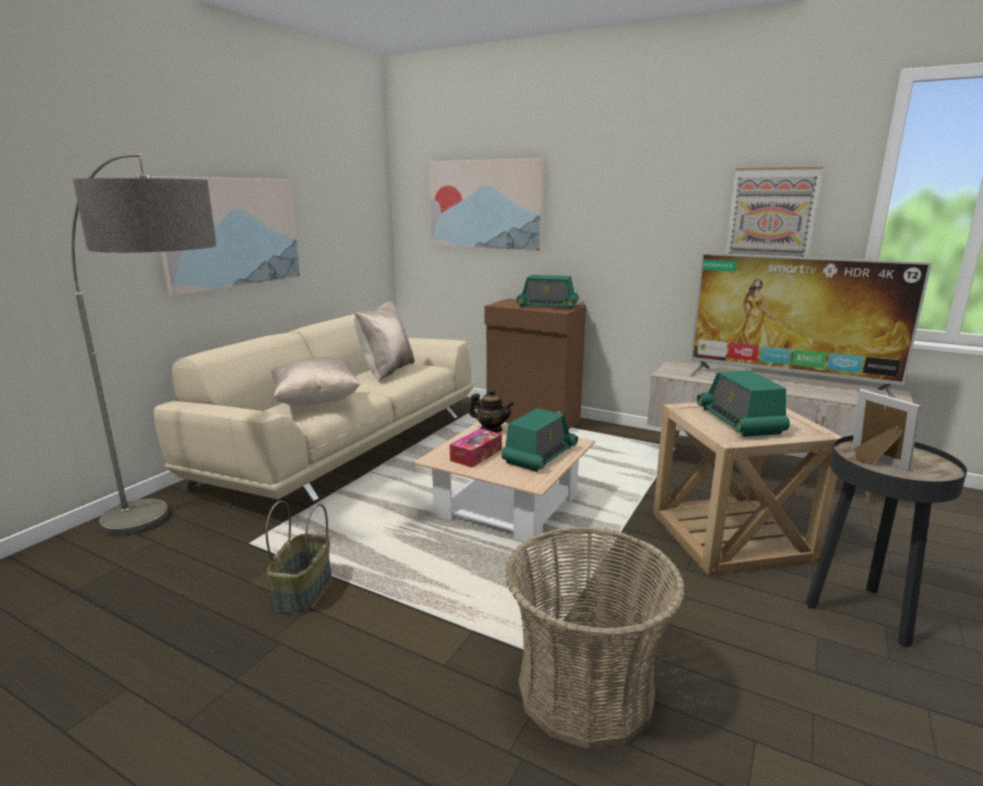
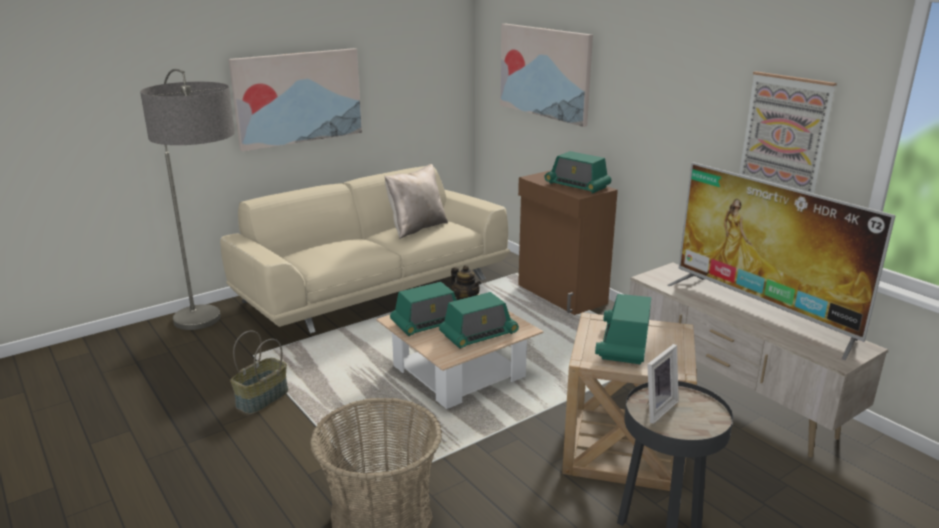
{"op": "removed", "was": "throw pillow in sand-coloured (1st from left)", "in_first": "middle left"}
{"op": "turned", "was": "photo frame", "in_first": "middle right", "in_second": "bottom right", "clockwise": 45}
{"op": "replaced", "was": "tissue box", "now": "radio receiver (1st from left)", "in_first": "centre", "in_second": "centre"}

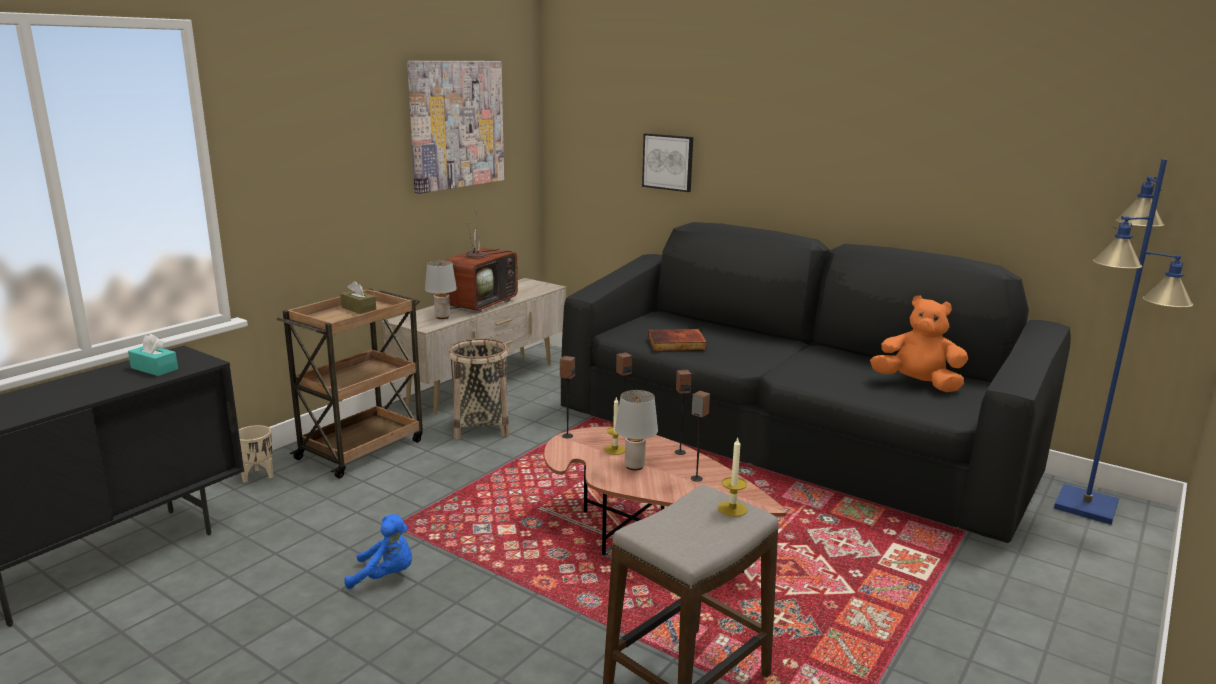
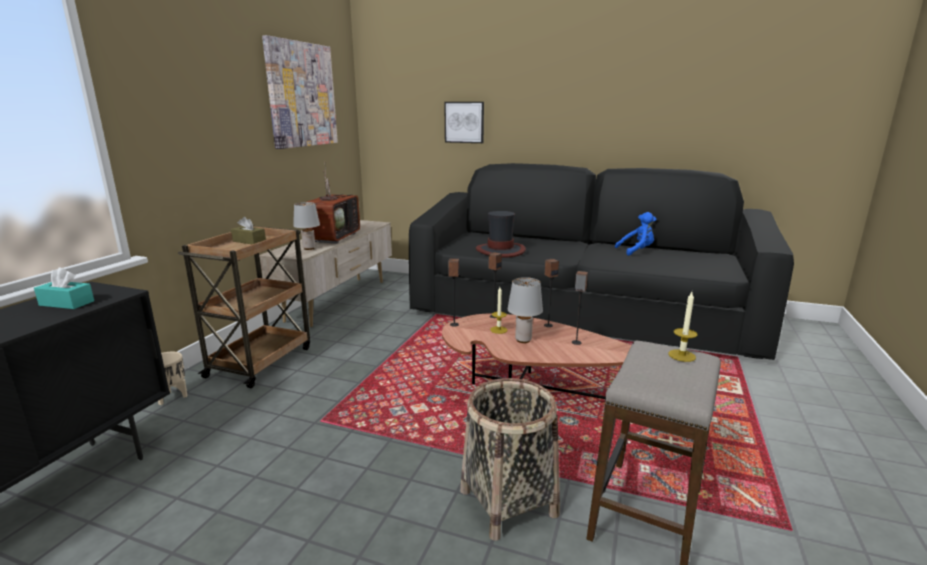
{"op": "removed", "was": "standing lamp in blue", "in_first": "middle right"}
{"op": "removed", "was": "plush toy in orange-coloured", "in_first": "middle right"}
{"op": "replaced", "was": "volume", "now": "wearable hat", "in_first": "centre", "in_second": "centre"}
{"op": "moved", "was": "basket", "in_first": "centre", "in_second": "bottom centre"}
{"op": "moved", "was": "plush toy in blue", "in_first": "bottom left", "in_second": "middle right"}

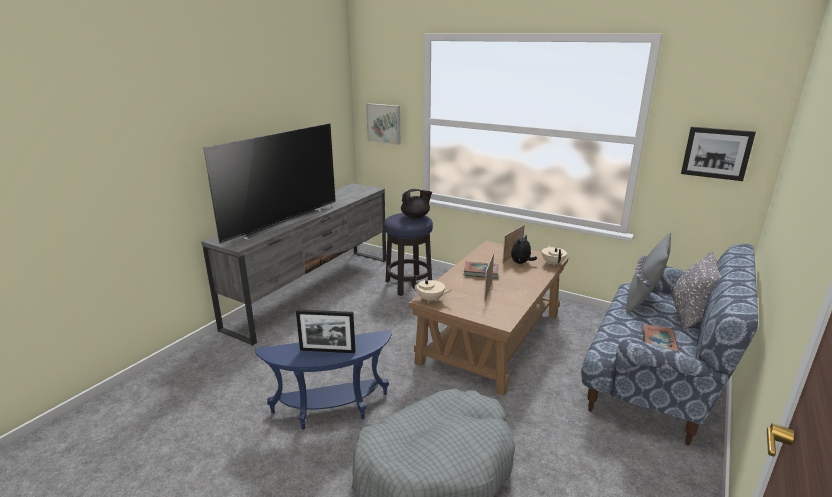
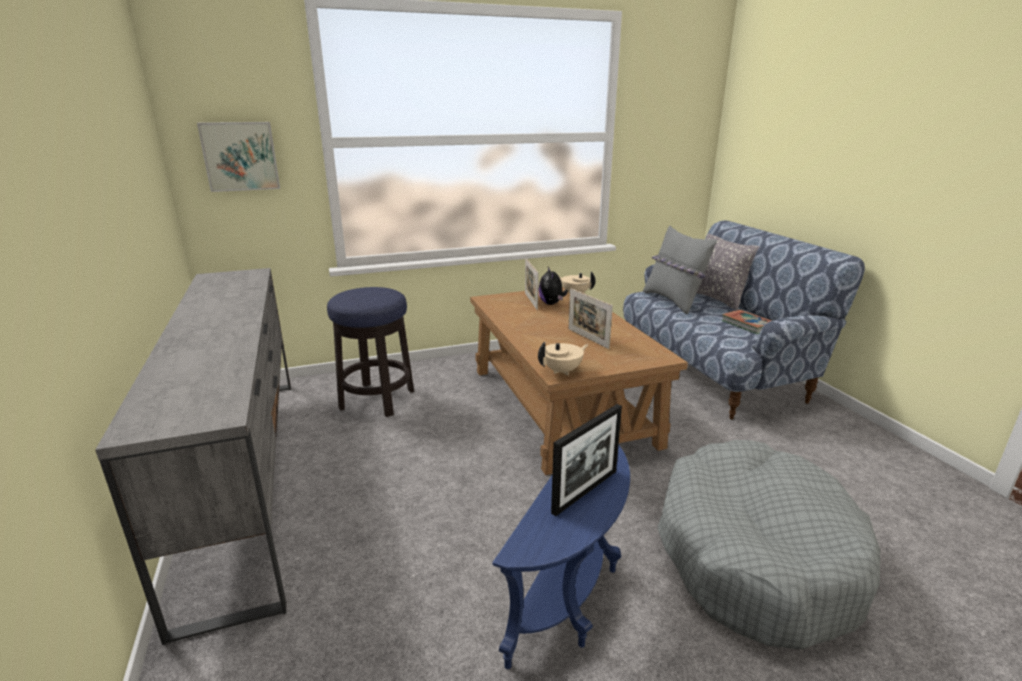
{"op": "removed", "was": "TV set", "in_first": "middle left"}
{"op": "removed", "was": "picture (2nd from left)", "in_first": "top right"}
{"op": "removed", "was": "teapot in blackish", "in_first": "centre"}
{"op": "removed", "was": "volume (1st from left)", "in_first": "centre"}

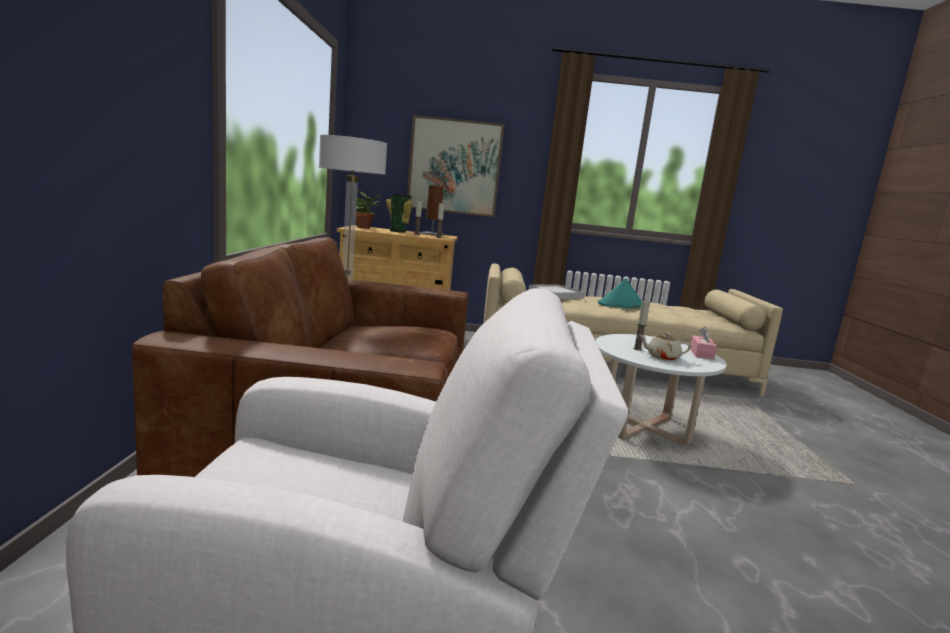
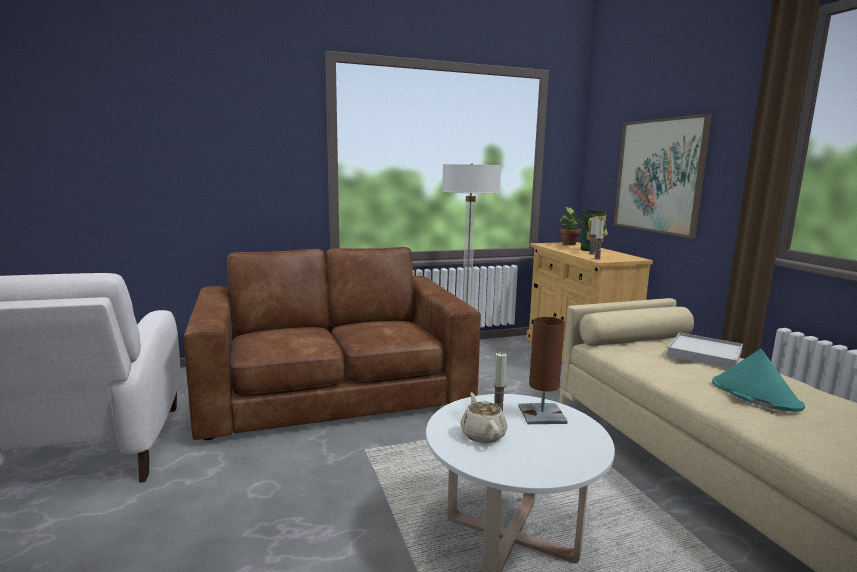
{"op": "moved", "was": "tabletop lamp in brownish", "in_first": "top centre", "in_second": "centre"}
{"op": "removed", "was": "tissue box in pink-coloured", "in_first": "middle right"}

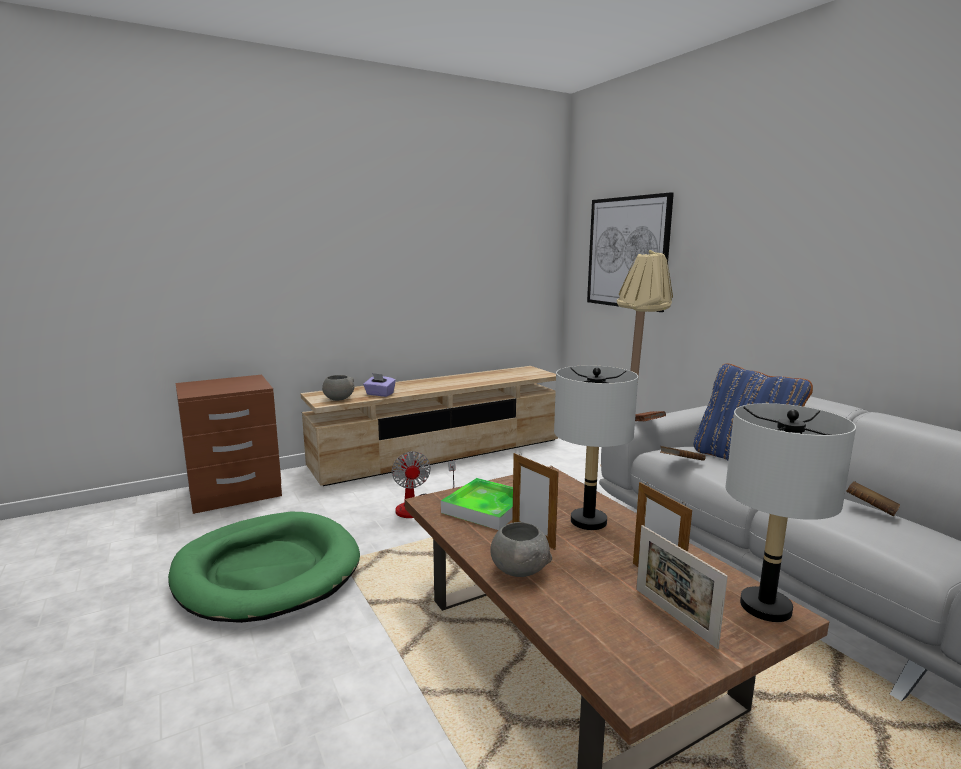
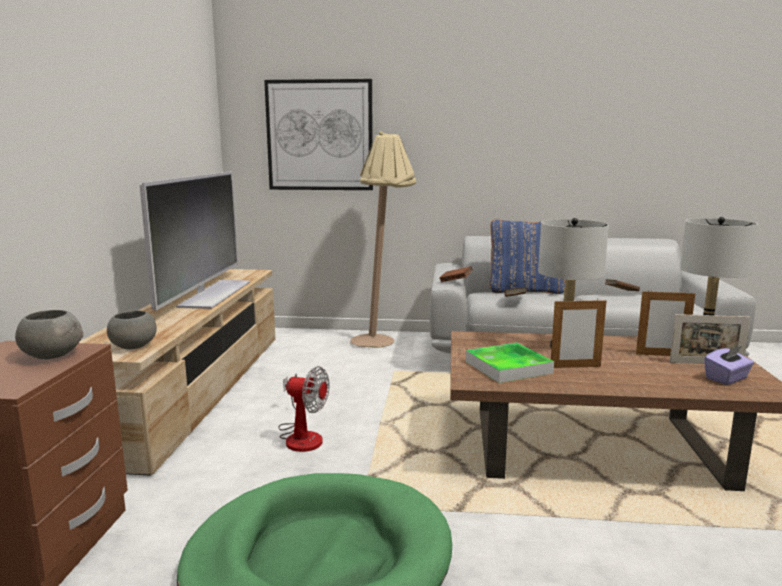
{"op": "moved", "was": "tissue box in purplish", "in_first": "centre", "in_second": "middle right"}
{"op": "moved", "was": "bowl in greyish (2nd from left in the first image)", "now": "bowl in greyish (1st from left)", "in_first": "bottom centre", "in_second": "middle left"}
{"op": "added", "now": "TV set", "in_second": "middle left"}

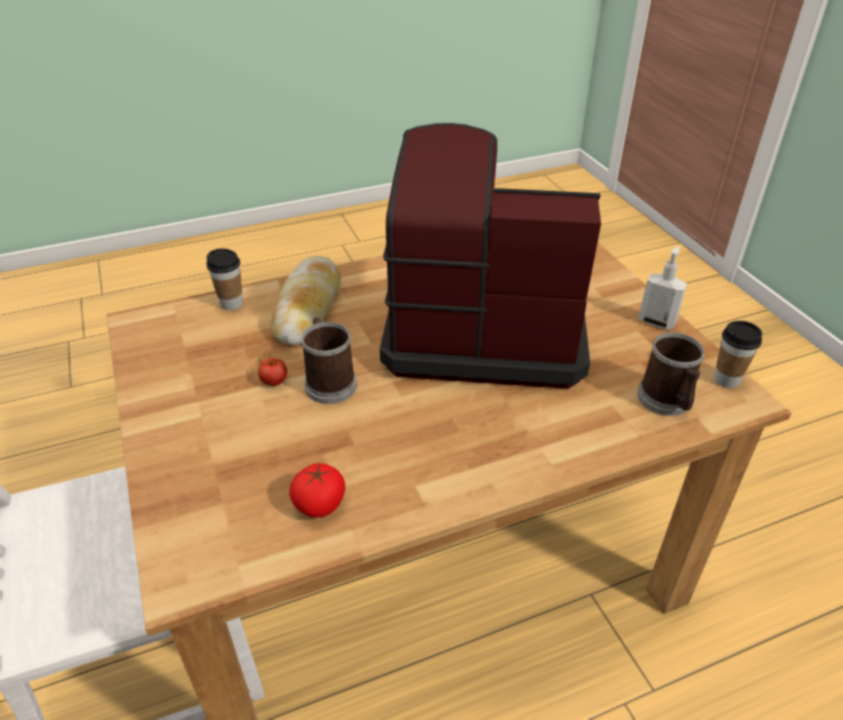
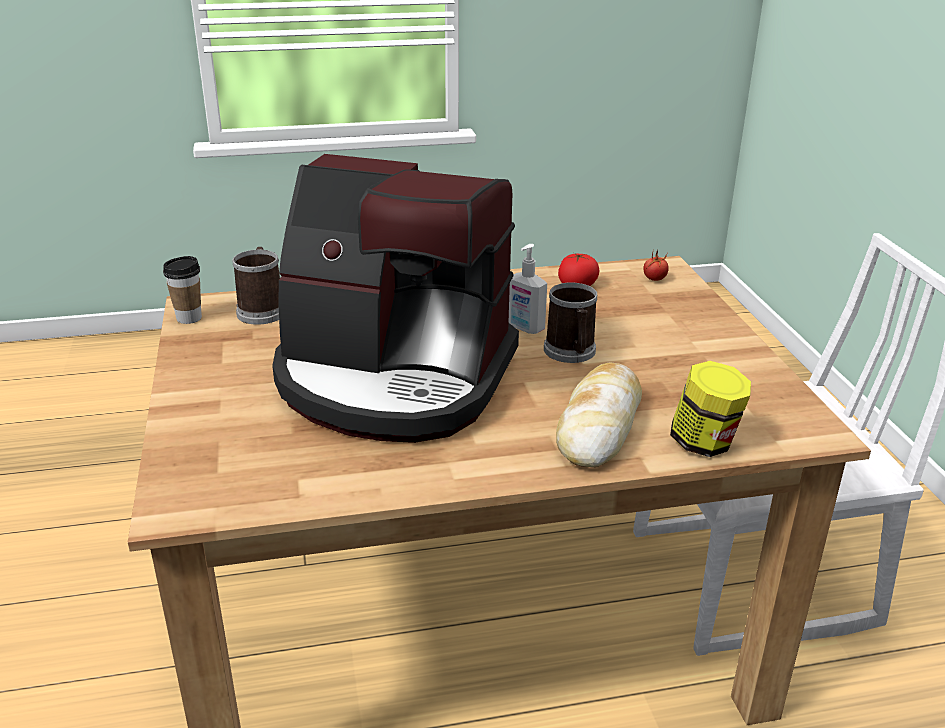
{"op": "moved", "was": "liquid soap bottle", "in_first": "middle right", "in_second": "centre"}
{"op": "replaced", "was": "drinking cup (1st from left)", "now": "jar", "in_first": "middle left", "in_second": "middle right"}
{"op": "moved", "was": "fresh tomato (1st from left in the first image)", "now": "fresh tomato (2nd from left)", "in_first": "middle left", "in_second": "middle right"}

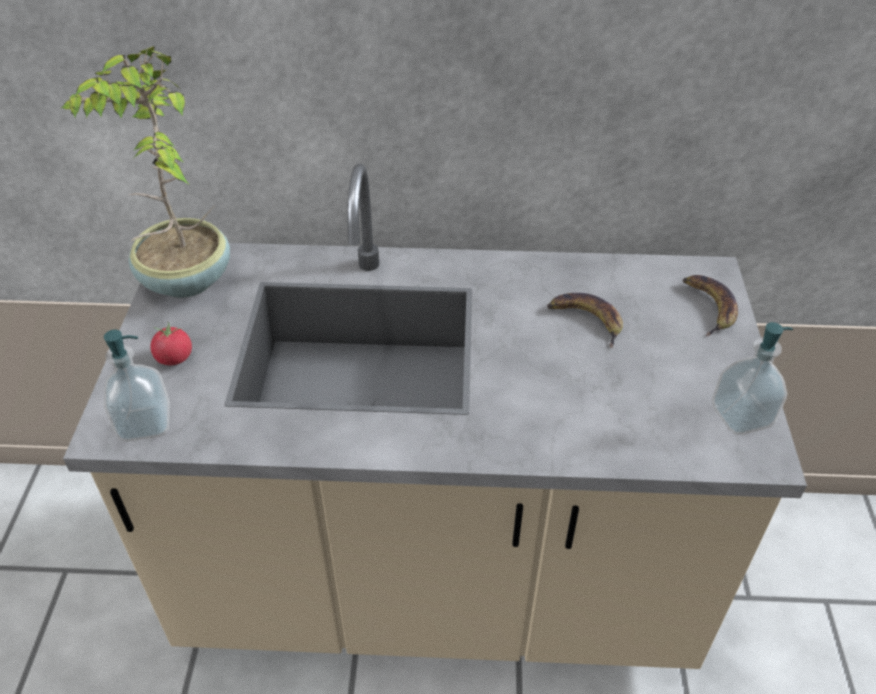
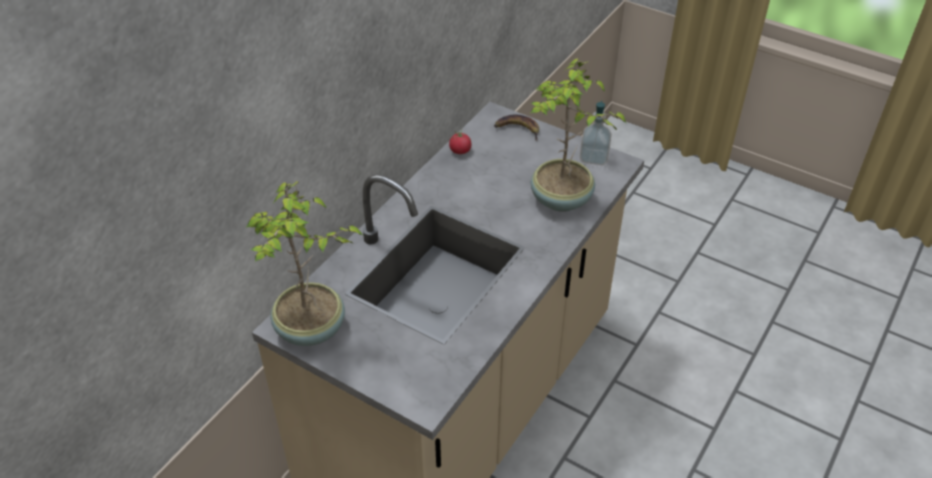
{"op": "removed", "was": "banana (1st from left)", "in_first": "middle right"}
{"op": "moved", "was": "fresh tomato", "in_first": "middle left", "in_second": "top centre"}
{"op": "removed", "was": "liquid soap bottle (1st from left)", "in_first": "middle left"}
{"op": "added", "now": "plant in a pot (2nd from left)", "in_second": "top centre"}

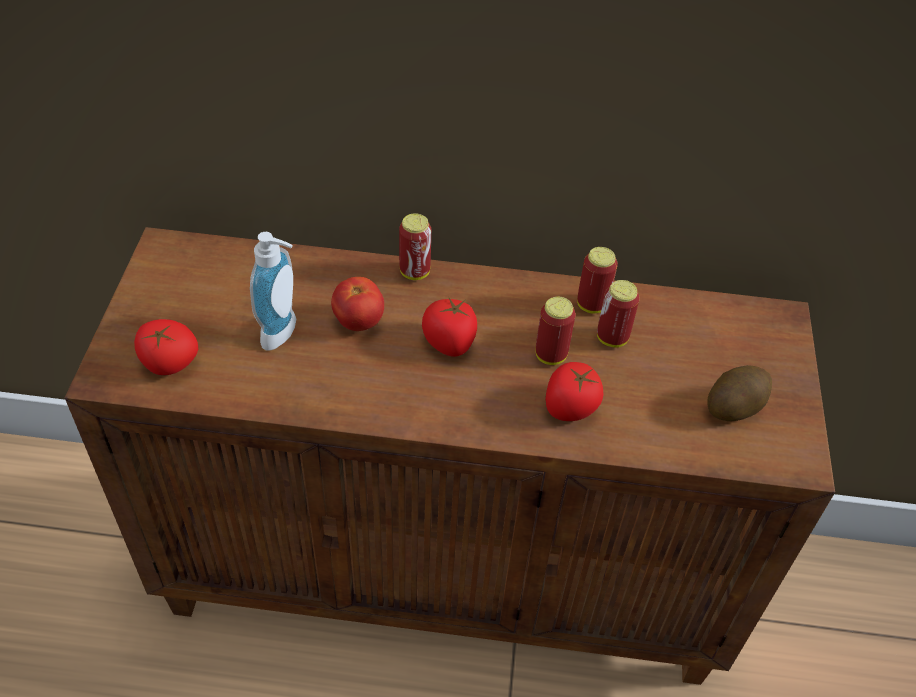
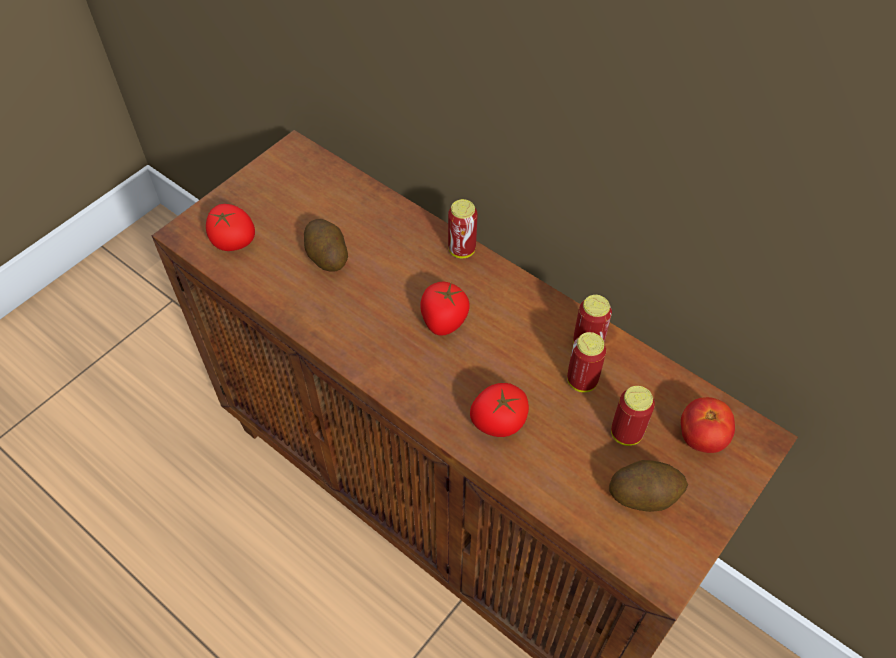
{"op": "replaced", "was": "liquid soap bottle", "now": "spud (1st from left)", "in_first": "middle left", "in_second": "centre"}
{"op": "moved", "was": "fresh tomato (2nd from left in the first image)", "now": "fresh tomato (4th from left)", "in_first": "centre", "in_second": "middle right"}
{"op": "moved", "was": "sealed can (2nd from left in the first image)", "now": "sealed can (4th from left)", "in_first": "centre", "in_second": "middle right"}

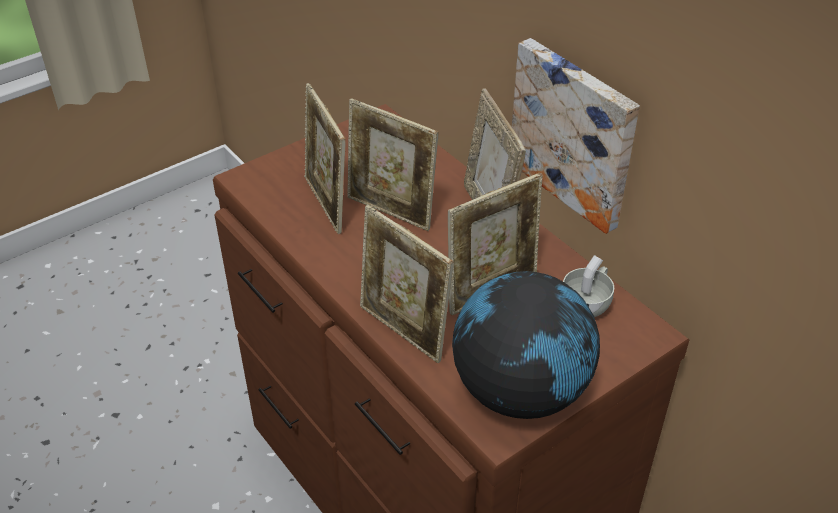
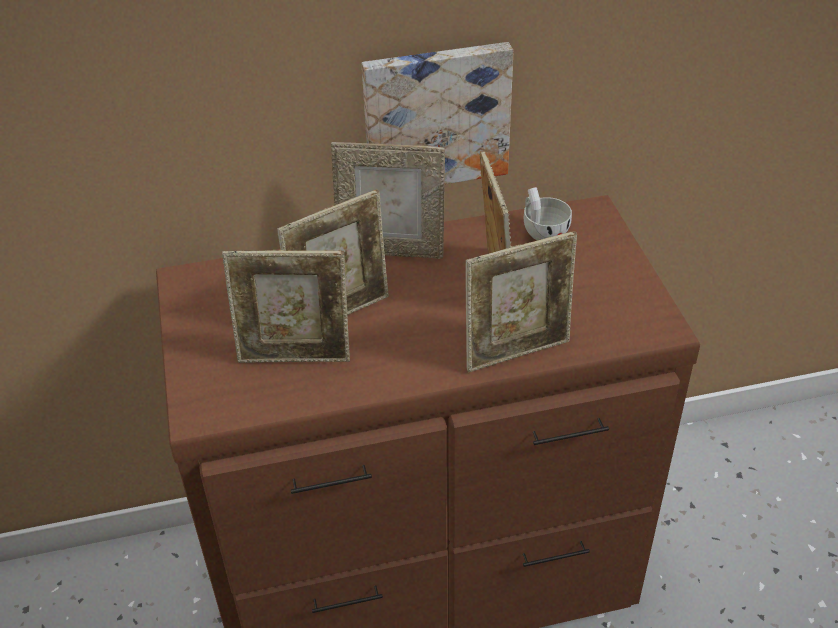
{"op": "removed", "was": "desk globe", "in_first": "bottom centre"}

